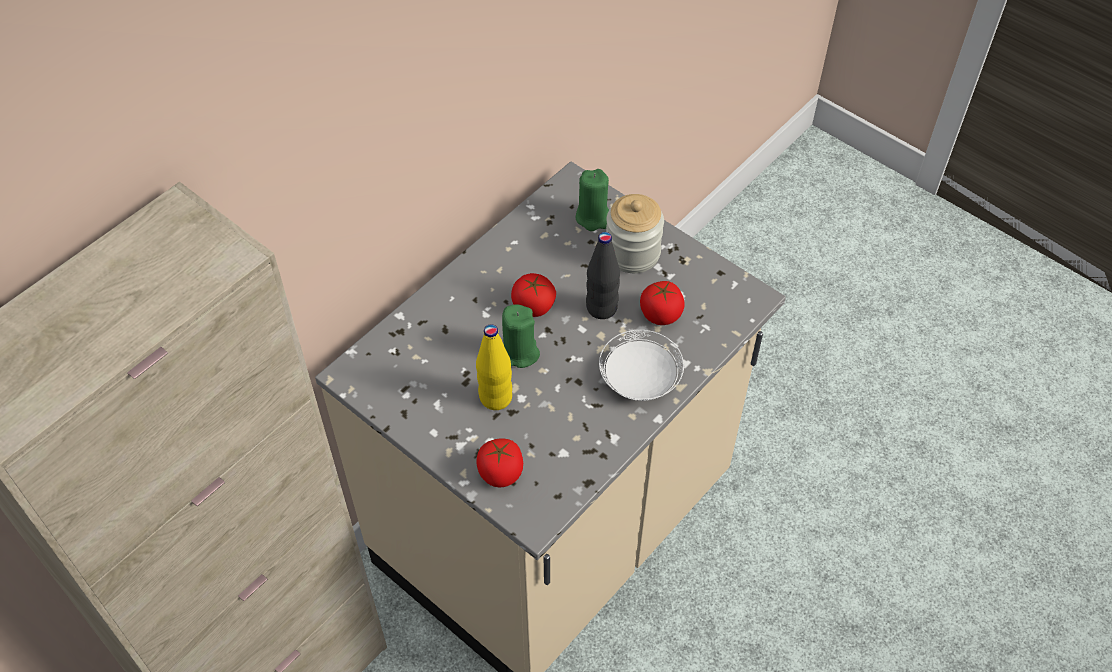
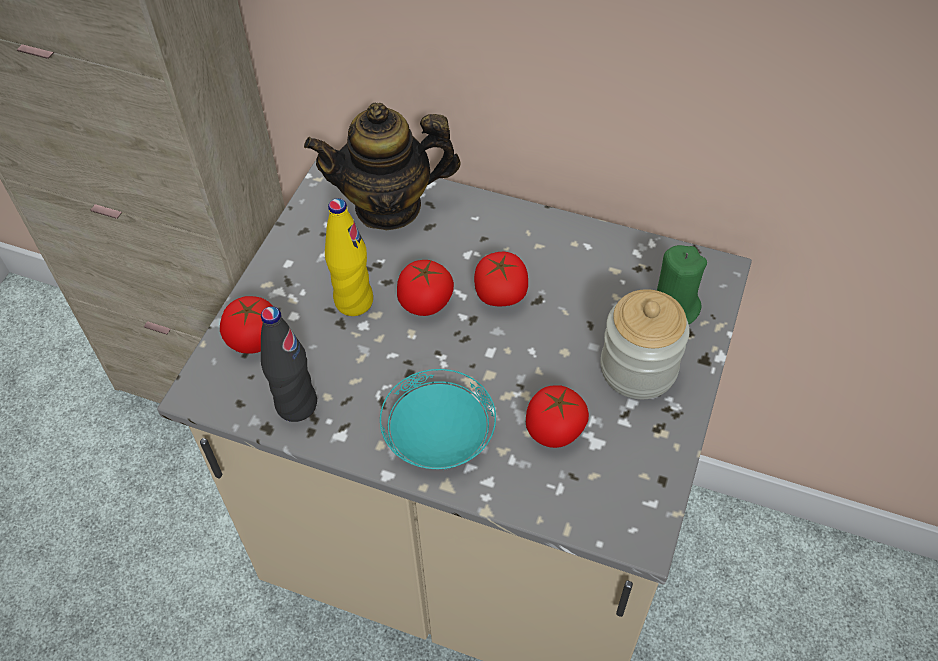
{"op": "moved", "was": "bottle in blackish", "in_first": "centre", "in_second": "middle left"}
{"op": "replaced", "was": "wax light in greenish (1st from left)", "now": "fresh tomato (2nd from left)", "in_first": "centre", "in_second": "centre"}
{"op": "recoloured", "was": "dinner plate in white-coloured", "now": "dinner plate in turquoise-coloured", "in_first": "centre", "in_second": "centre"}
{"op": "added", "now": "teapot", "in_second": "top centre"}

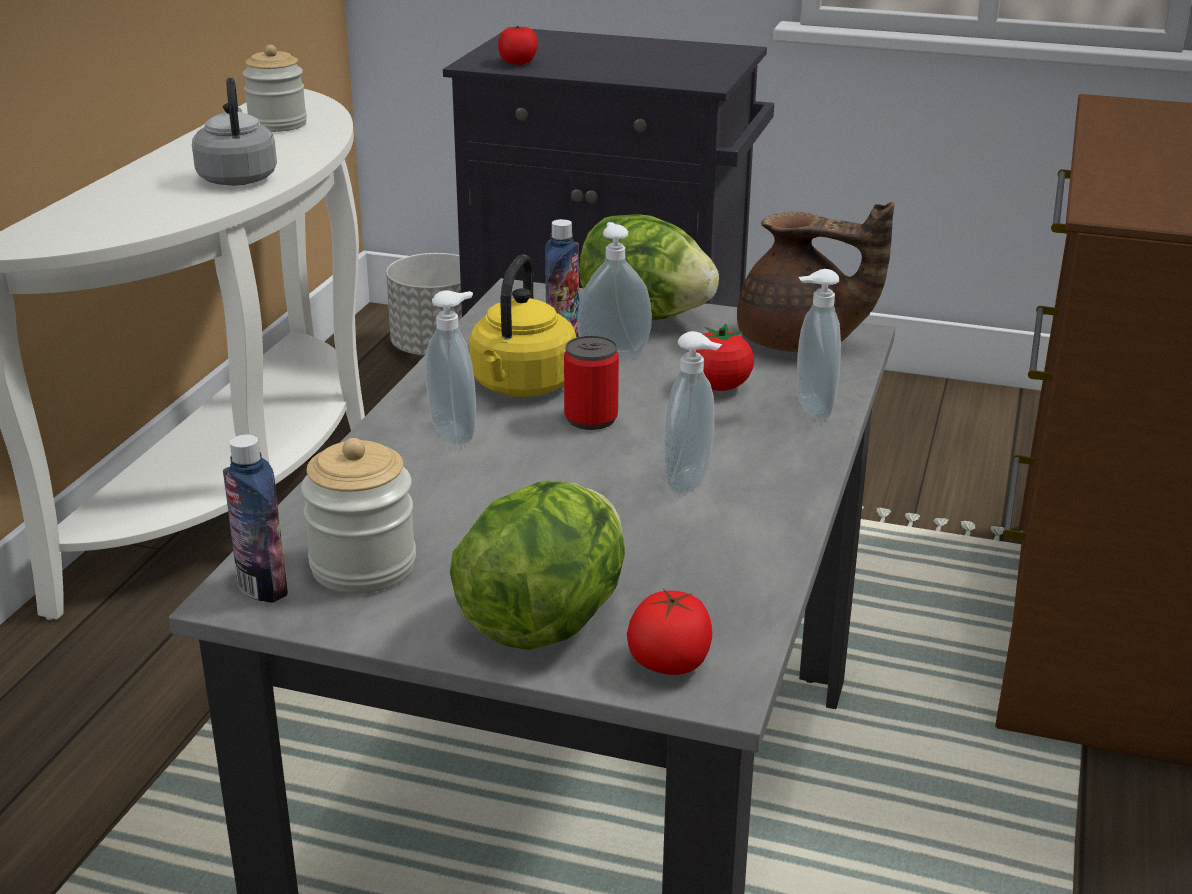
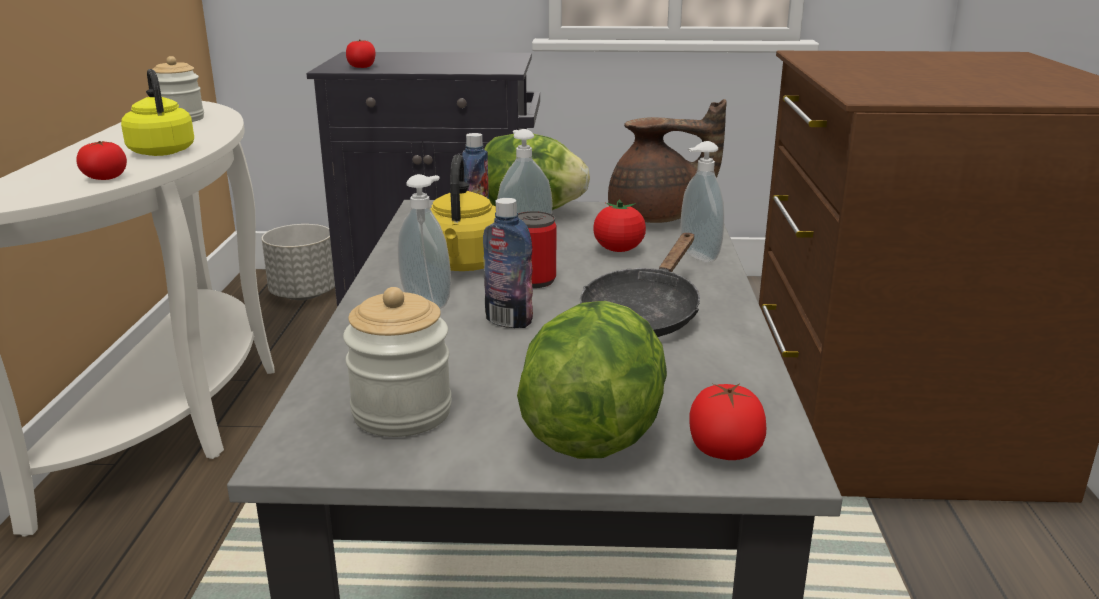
{"op": "recoloured", "was": "tea kettle in greyish", "now": "tea kettle in yellow (1st from left)", "in_first": "top left", "in_second": "top left"}
{"op": "replaced", "was": "liquid soap bottle (3rd from left)", "now": "pan in blackish", "in_first": "centre", "in_second": "centre"}
{"op": "moved", "was": "bottle (1st from left in the first image)", "now": "bottle (2nd from left)", "in_first": "middle left", "in_second": "centre"}
{"op": "added", "now": "fresh tomato (1st from left)", "in_second": "top left"}

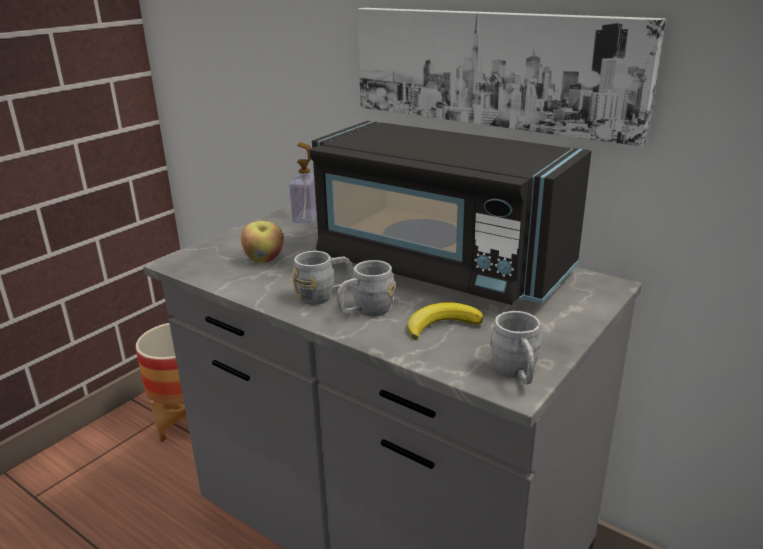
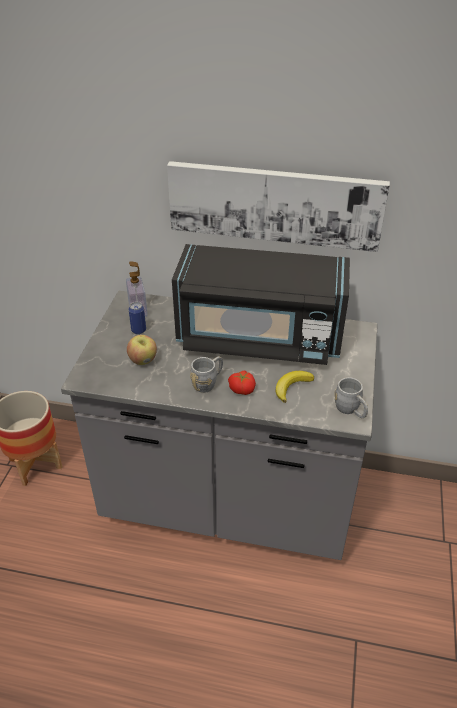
{"op": "replaced", "was": "mug in greyish (2nd from left)", "now": "fresh tomato", "in_first": "centre", "in_second": "centre"}
{"op": "added", "now": "sealed can", "in_second": "middle left"}

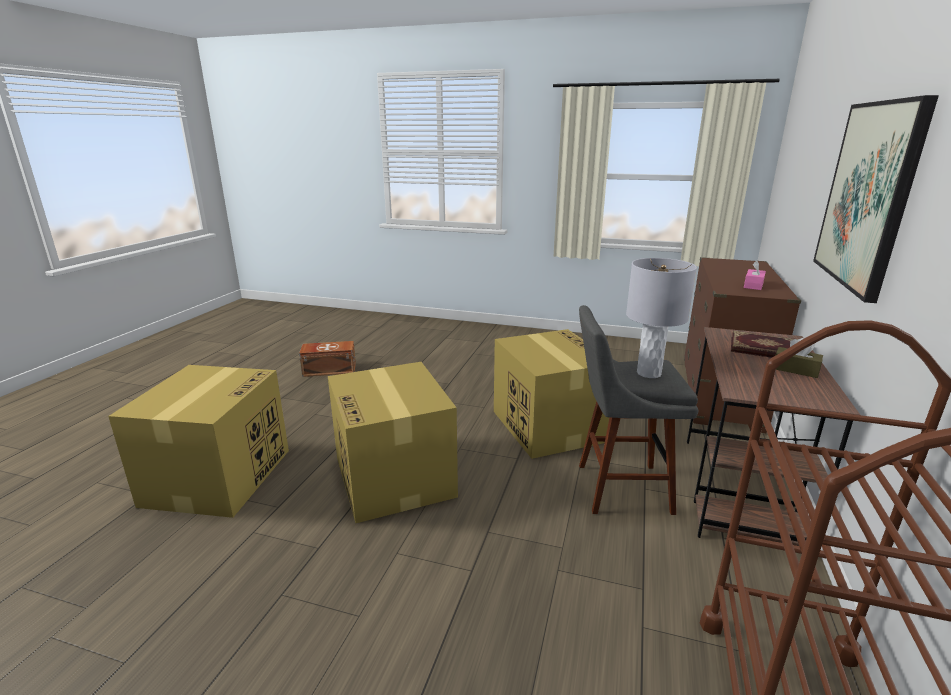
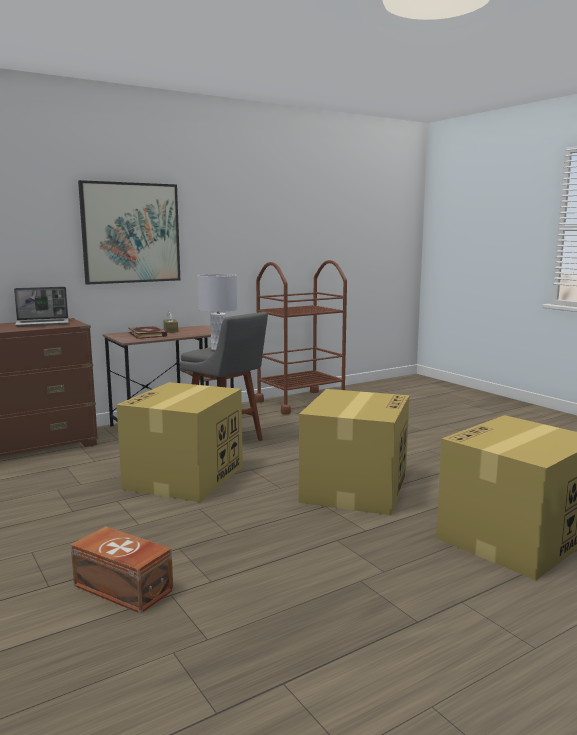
{"op": "replaced", "was": "tissue box in pink-coloured", "now": "laptop", "in_first": "middle right", "in_second": "middle left"}
{"op": "moved", "was": "storage bin in brownish", "in_first": "centre", "in_second": "bottom left"}

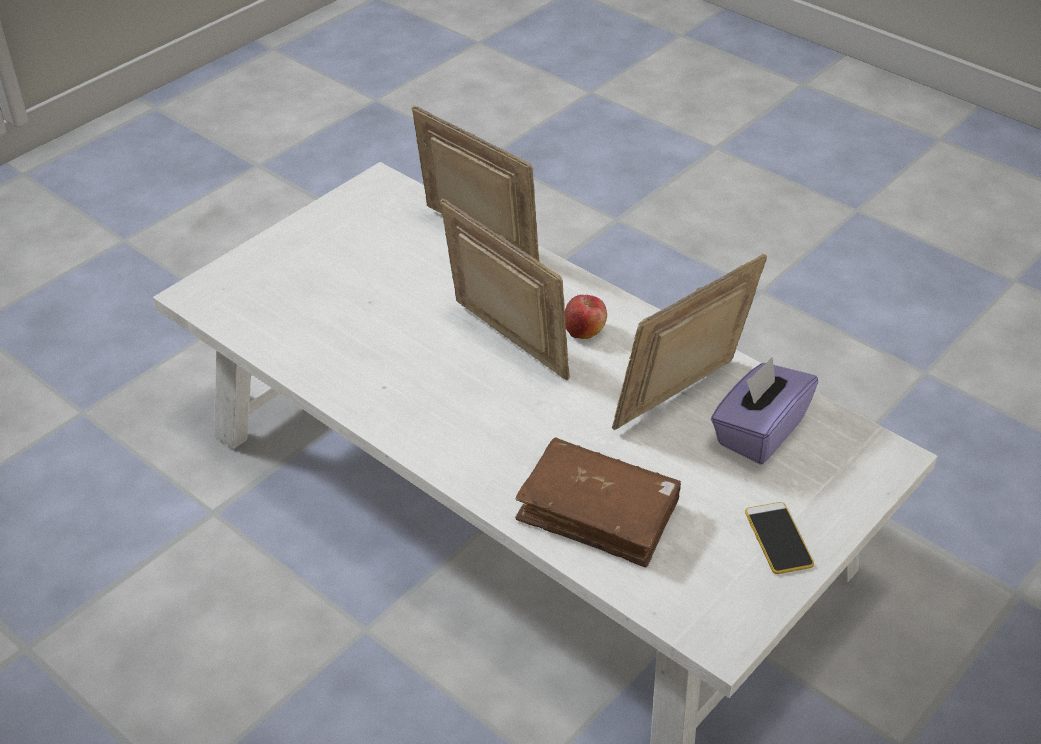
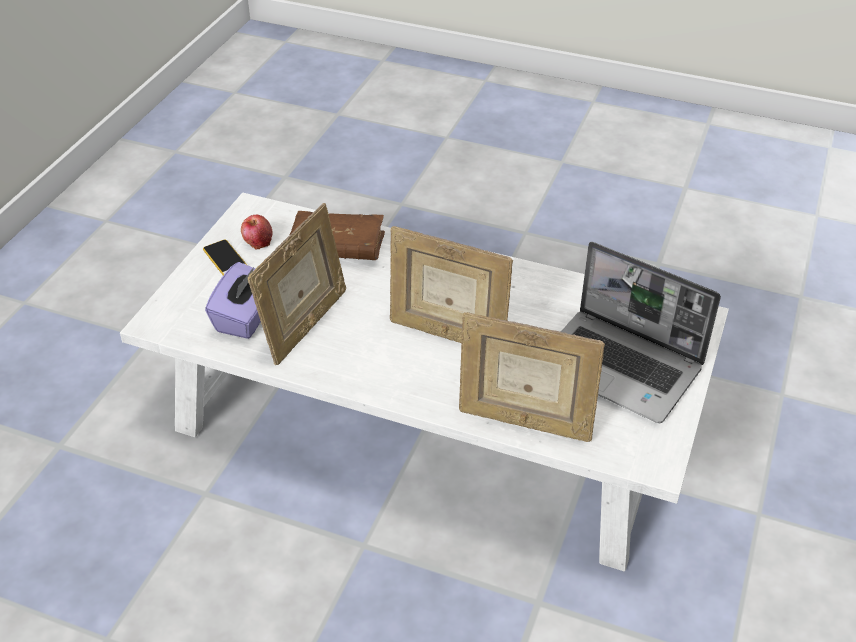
{"op": "moved", "was": "whole apple", "in_first": "centre", "in_second": "middle left"}
{"op": "added", "now": "laptop", "in_second": "middle right"}

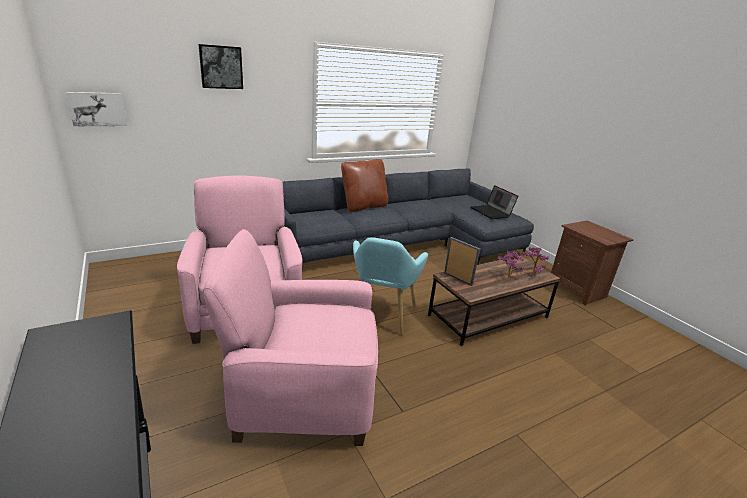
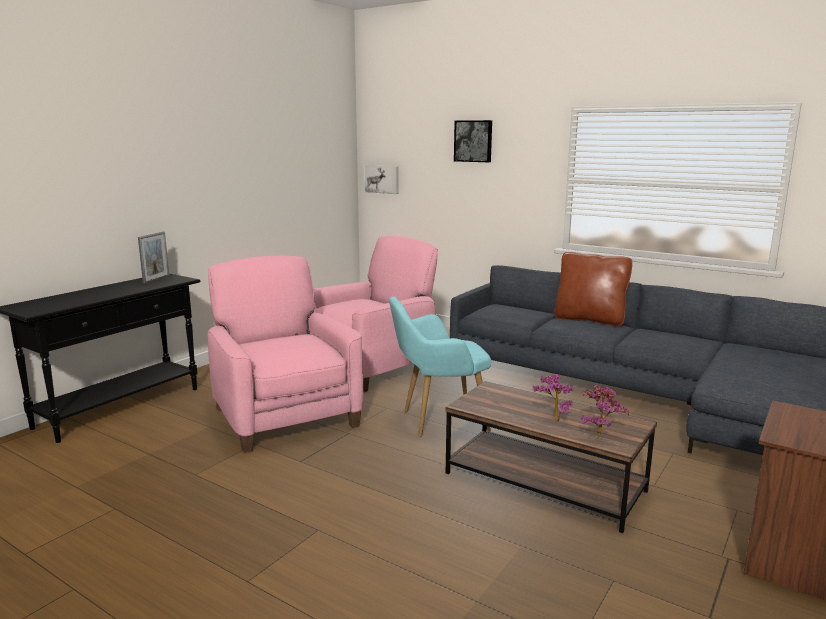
{"op": "removed", "was": "laptop", "in_first": "centre"}
{"op": "moved", "was": "photo frame", "in_first": "centre", "in_second": "middle left"}

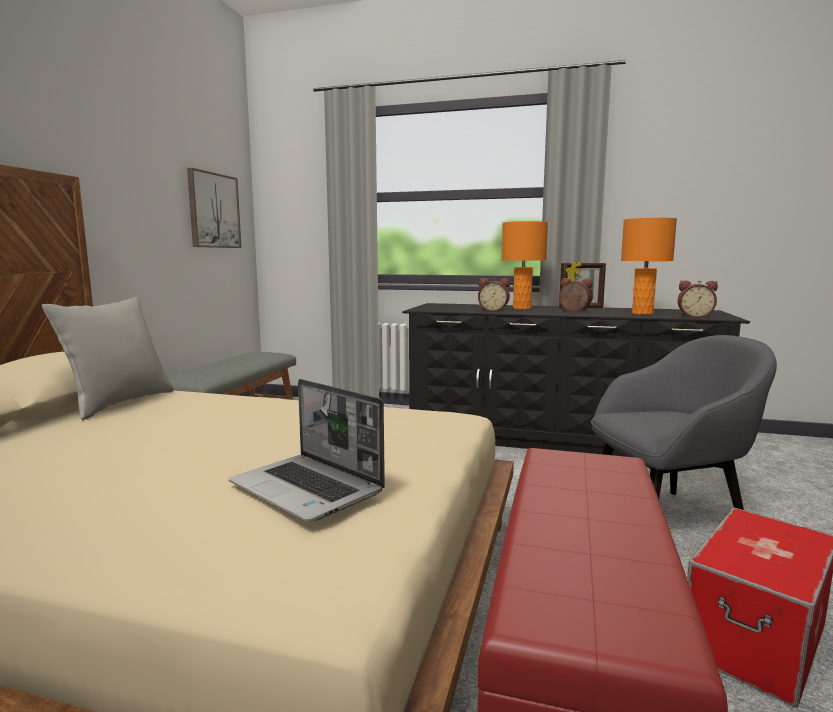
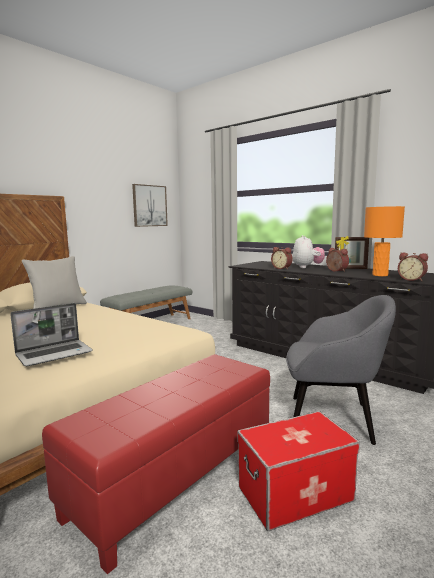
{"op": "replaced", "was": "tabletop lamp in orange-coloured (1st from left)", "now": "plush toy", "in_first": "centre", "in_second": "middle right"}
{"op": "turned", "was": "laptop", "in_first": "centre", "in_second": "middle left", "clockwise": -105}

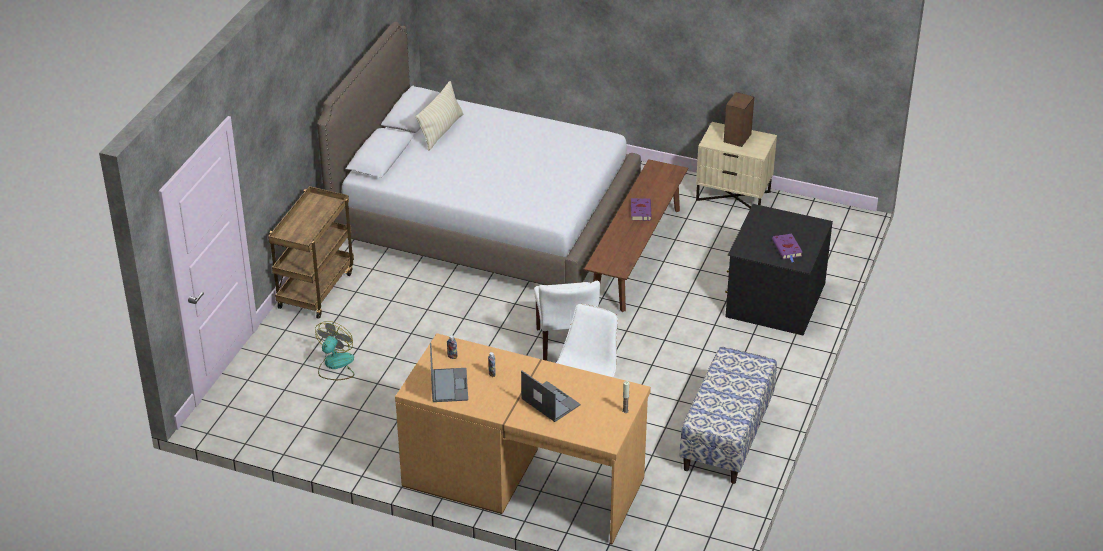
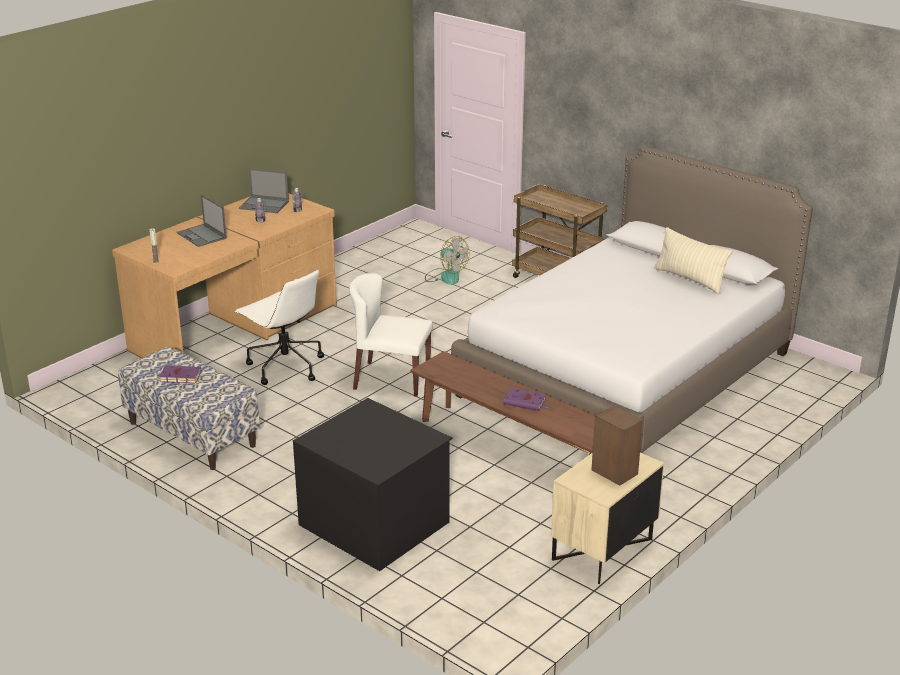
{"op": "moved", "was": "volume in purplish (2nd from left in the first image)", "now": "volume in purplish (1st from left)", "in_first": "middle right", "in_second": "middle left"}
{"op": "turned", "was": "laptop (2nd from left in the first image)", "in_first": "bottom centre", "in_second": "top left", "clockwise": 75}

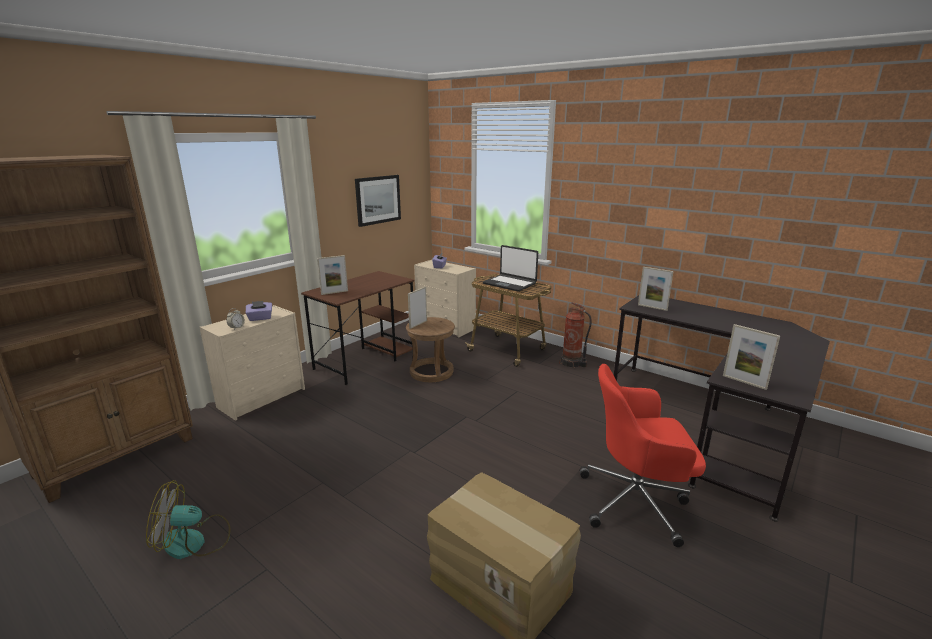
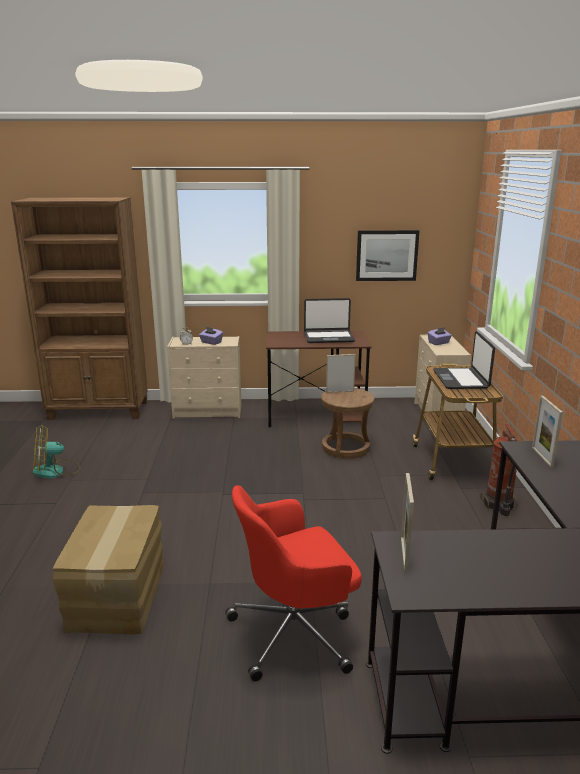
{"op": "removed", "was": "photo frame (1st from left)", "in_first": "centre"}
{"op": "turned", "was": "computer chair in red-coloured", "in_first": "bottom right", "in_second": "bottom centre", "clockwise": -75}
{"op": "turned", "was": "fan", "in_first": "bottom left", "in_second": "middle left", "clockwise": -60}
{"op": "added", "now": "laptop (1st from left)", "in_second": "centre"}

